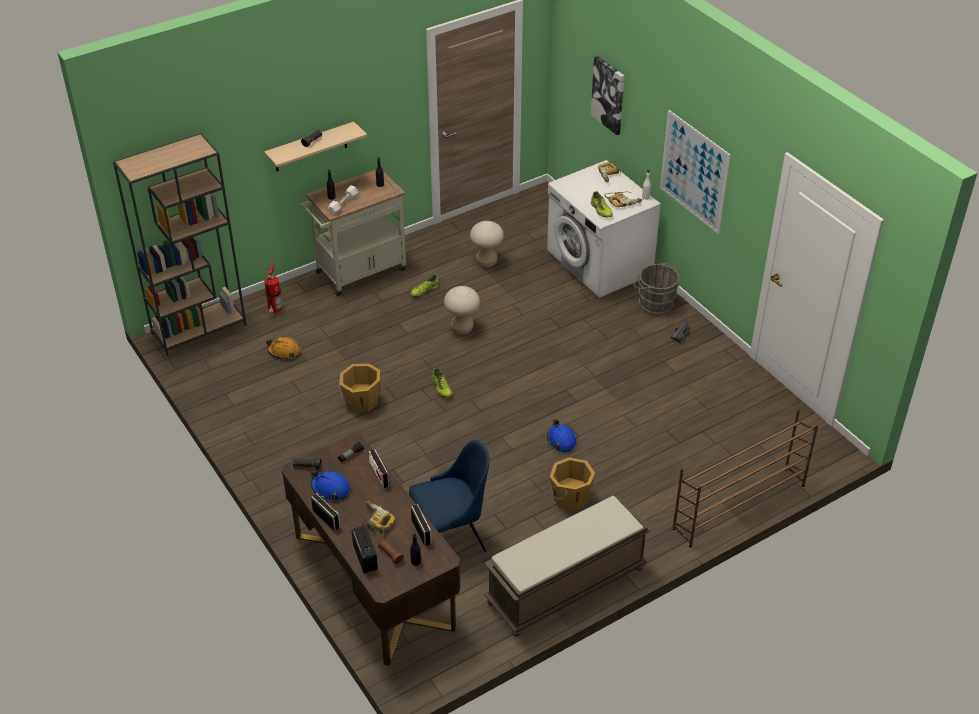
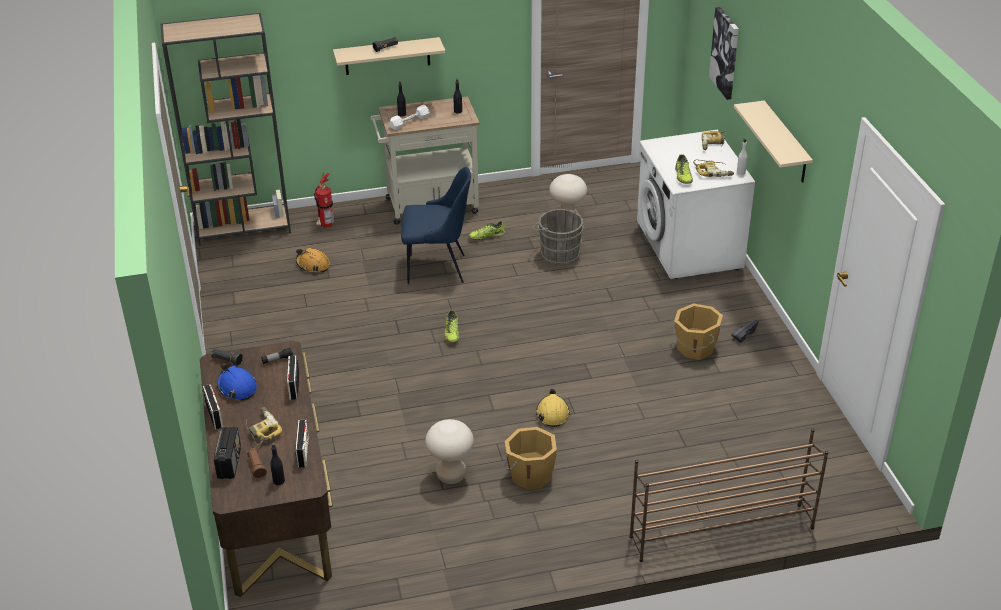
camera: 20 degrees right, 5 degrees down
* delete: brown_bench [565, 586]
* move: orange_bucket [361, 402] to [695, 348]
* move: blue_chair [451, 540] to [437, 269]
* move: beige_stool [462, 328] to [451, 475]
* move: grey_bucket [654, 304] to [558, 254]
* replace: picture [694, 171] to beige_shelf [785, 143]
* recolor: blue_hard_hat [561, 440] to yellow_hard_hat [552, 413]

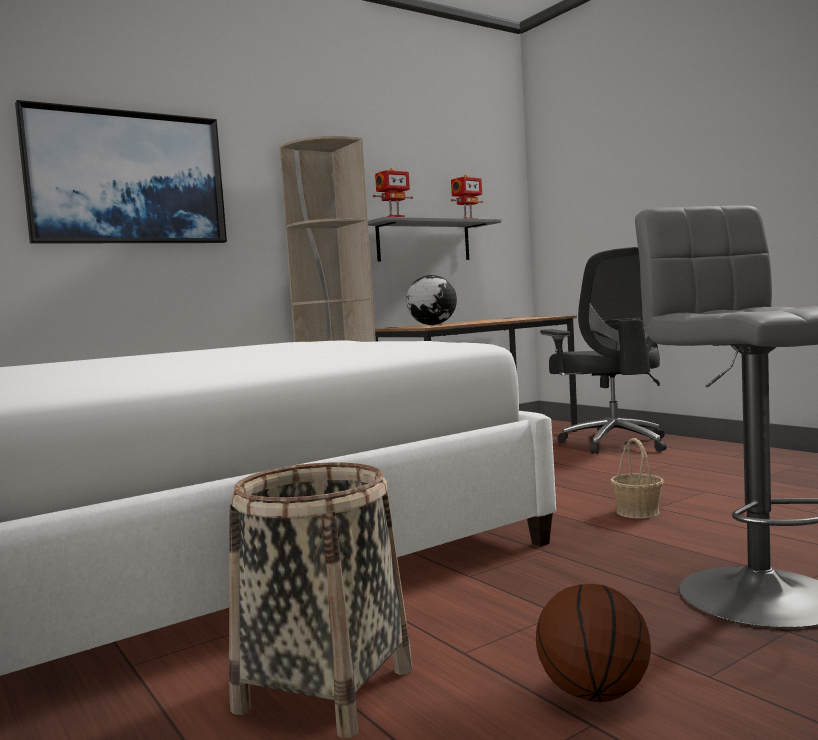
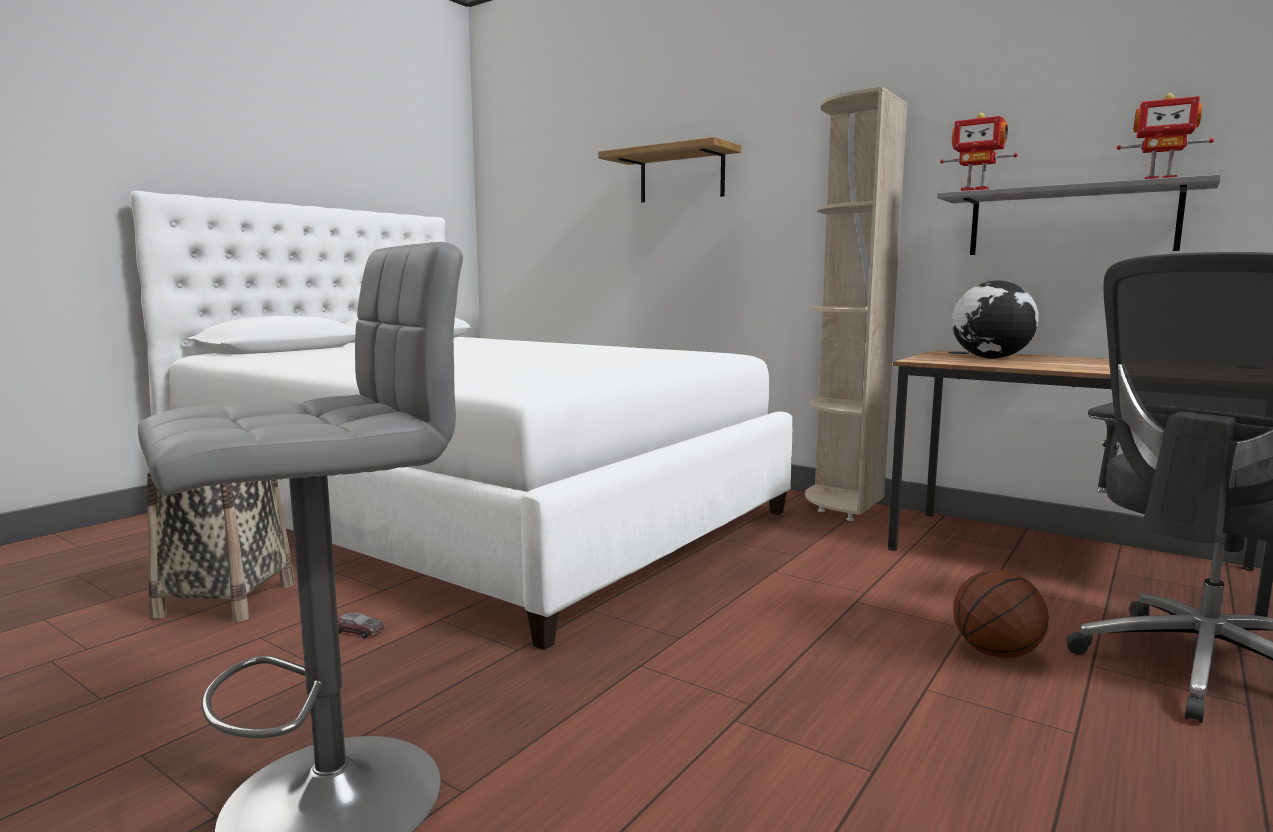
camera: 70 degrees right, 5 degrees up
* delete: basket [637, 512]
* insert: toy_car [357, 630]
* move: basketball [594, 694] to [995, 653]
* replace: picture [127, 178] to shelf [682, 175]

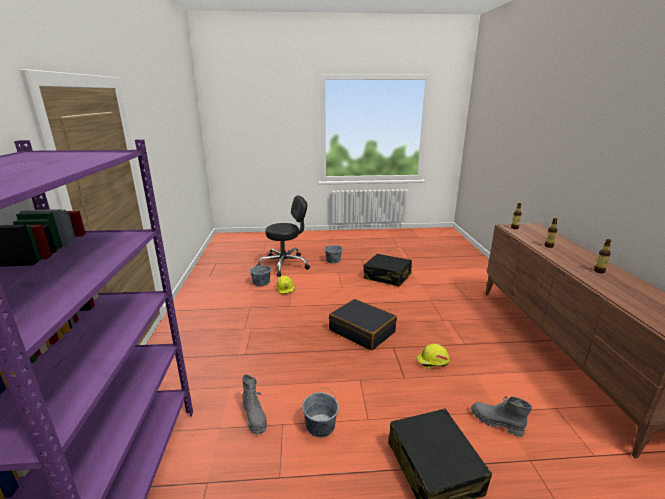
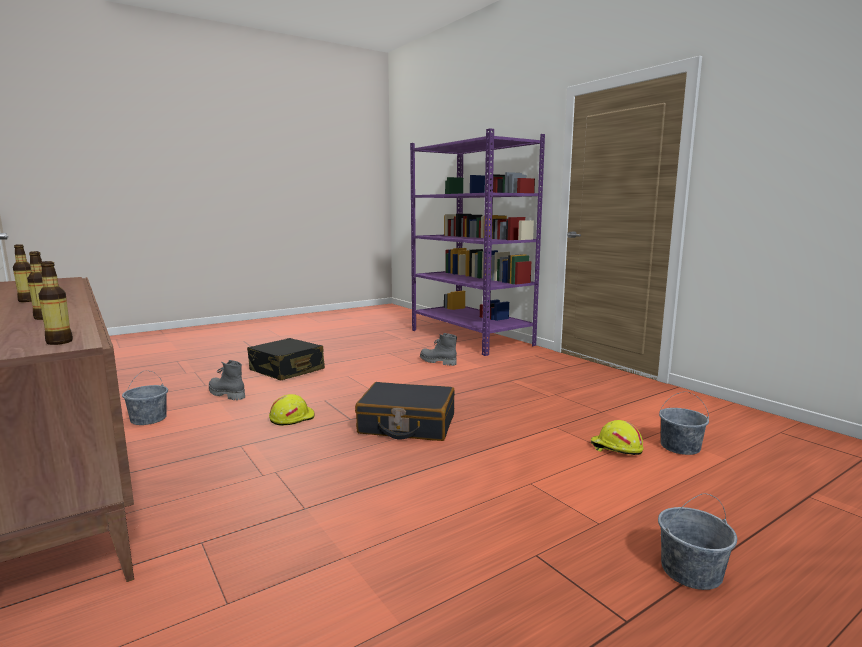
camera: 150 degrees right, 10 degrees down
* delete: black_office_chair [286, 264]
* delete: black_suitcase [387, 277]
* move: grey_bucket [320, 426] to [149, 419]
* rotate: grey_boot [496, 423] = [225, 394] 150 degrees counterclockwise

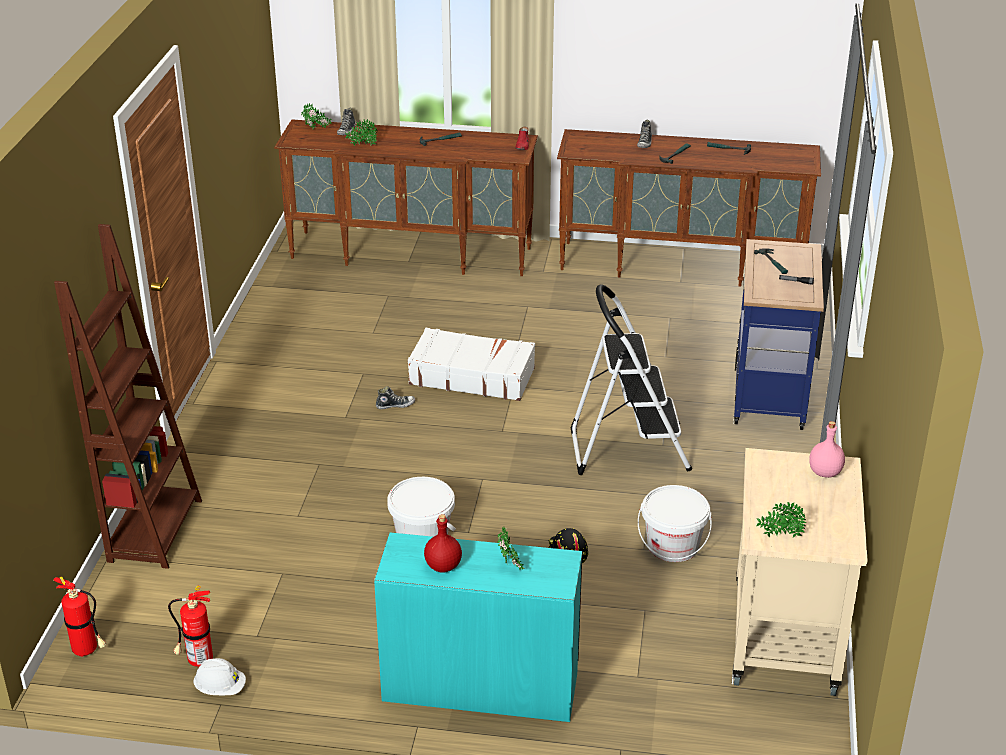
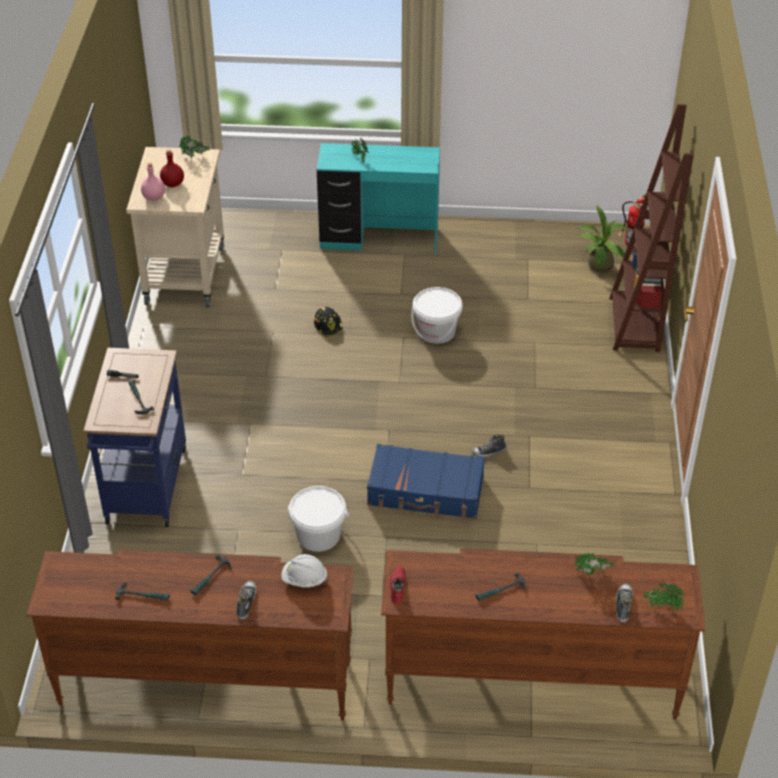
camera: 175 degrees right, 10 degrees up
* delete: fire_extinguisher [197, 661]
* delete: step_ladder [626, 449]
* insert: potted_plant [600, 268]
* move: white_hard_hat [220, 688] to [304, 579]
* move: red_bottle [444, 566] to [172, 184]
* move: white_bucket [673, 546] to [318, 535]
* recolor: white_suitcase [472, 376] to blue_suitcase [426, 491]

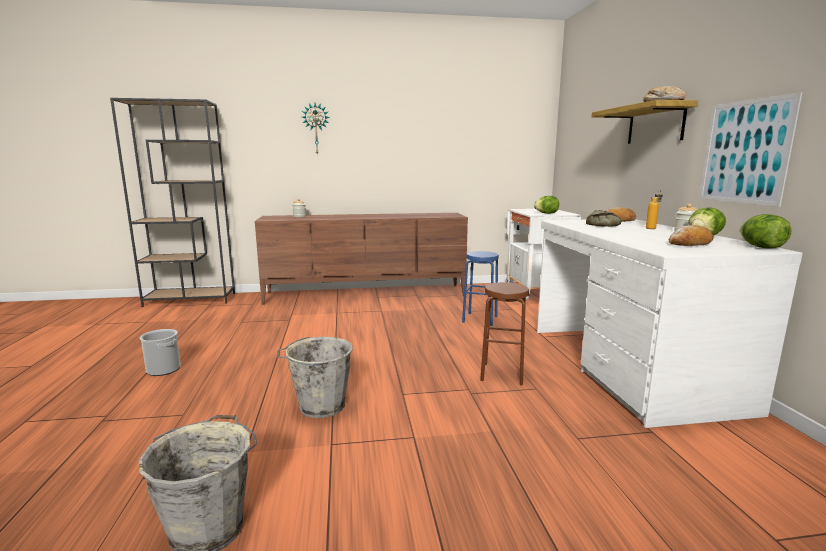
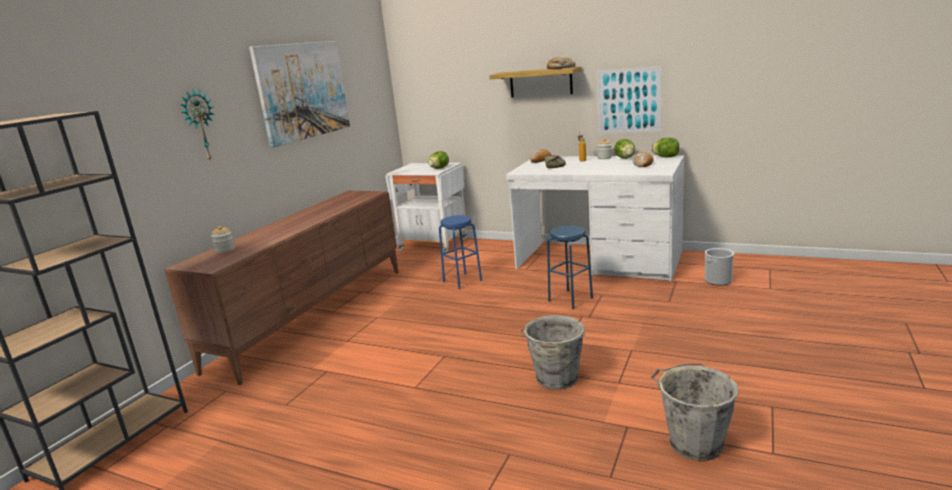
camera: 55 degrees left, 5 degrees up
* insert: picture [303, 91]
* move: bucket [163, 369] to [718, 281]
* recolor: brown_stool [502, 374] to blue_stool [570, 299]

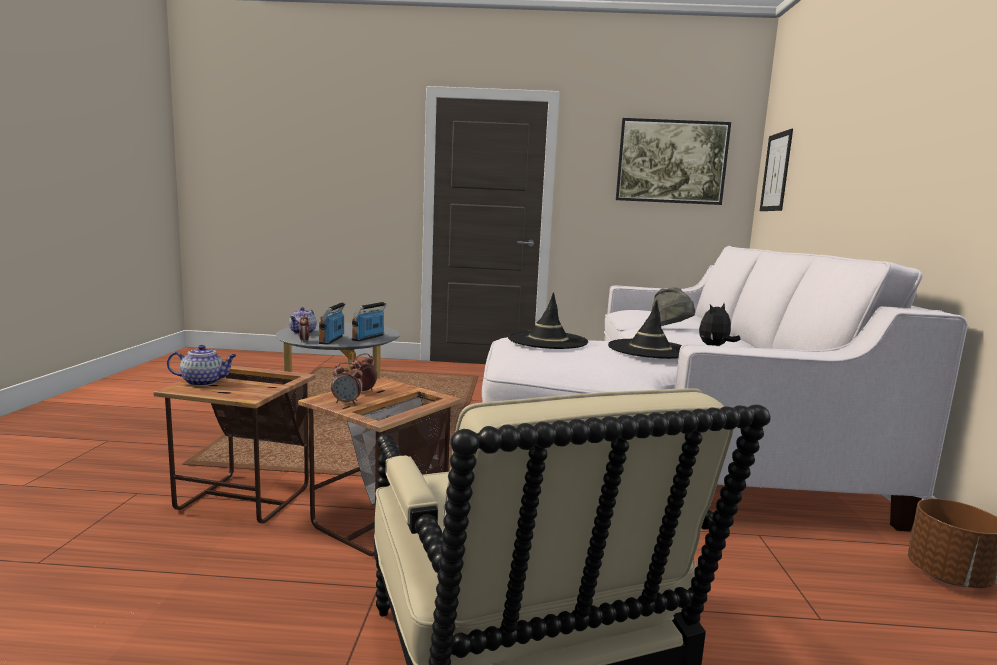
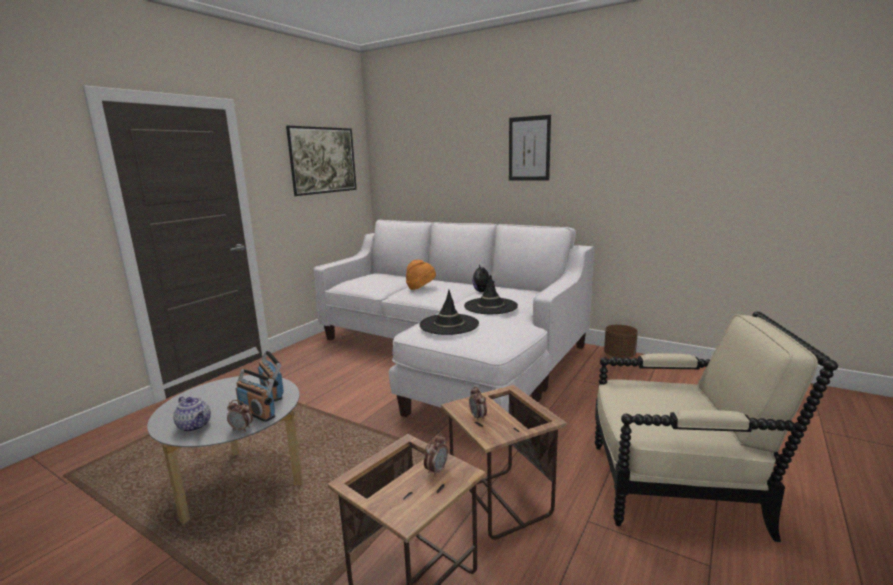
camera: 60 degrees left, 5 degrees up
* delete: teapot [204, 382]
* move: alarm_clock [347, 402] to [436, 470]
* move: picture [776, 172] to [529, 149]
* recolor: grey_hat [670, 329] to orange_hat [421, 288]

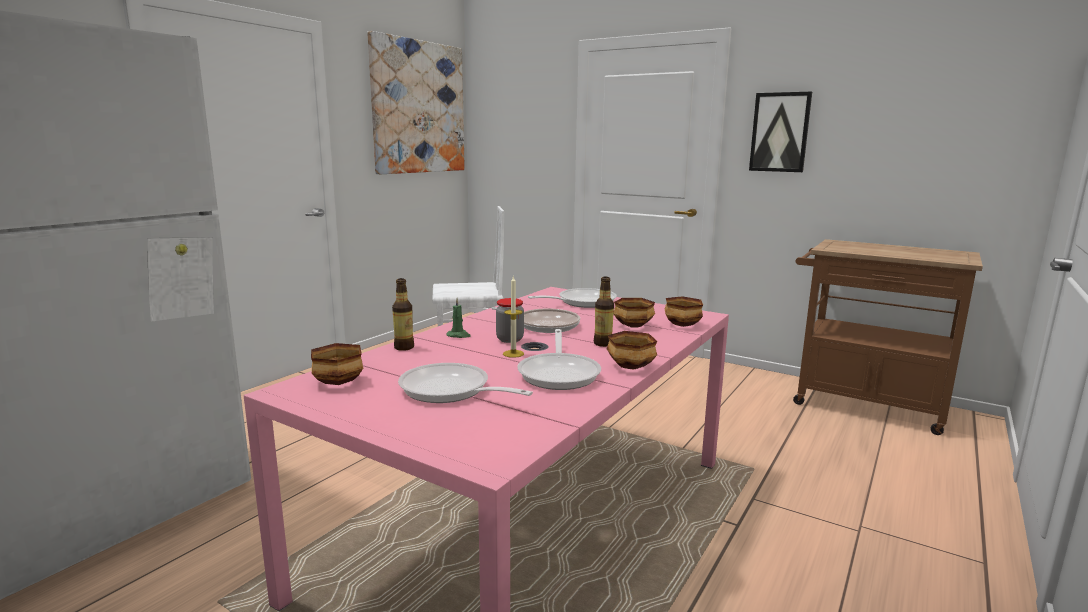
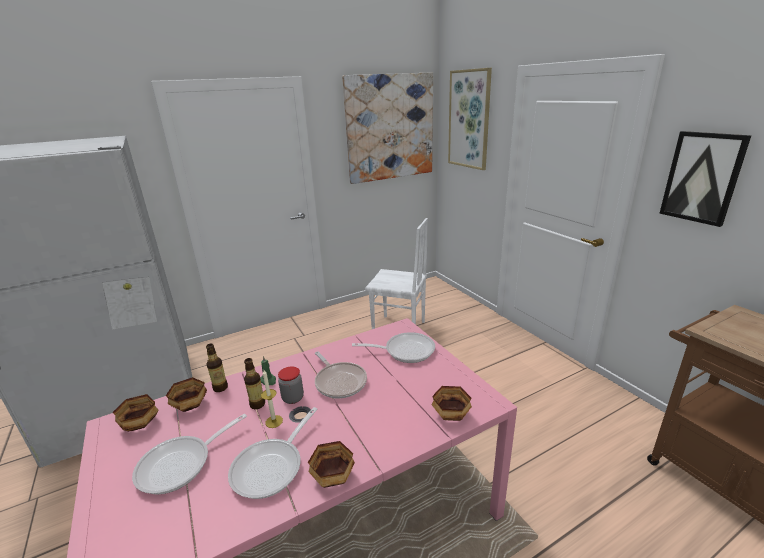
camera: 30 degrees right, 10 degrees up
* insert: picture [469, 119]
* move: bottle [603, 344] to [257, 404]
* move: bowl [634, 326] to [191, 406]
* rotate: frying_pan [450, 391] = [181, 464] 105 degrees counterclockwise

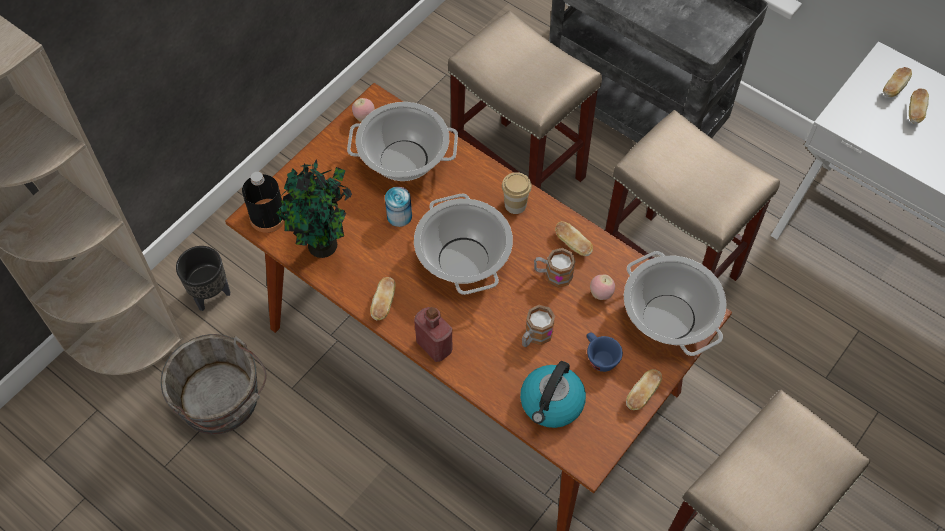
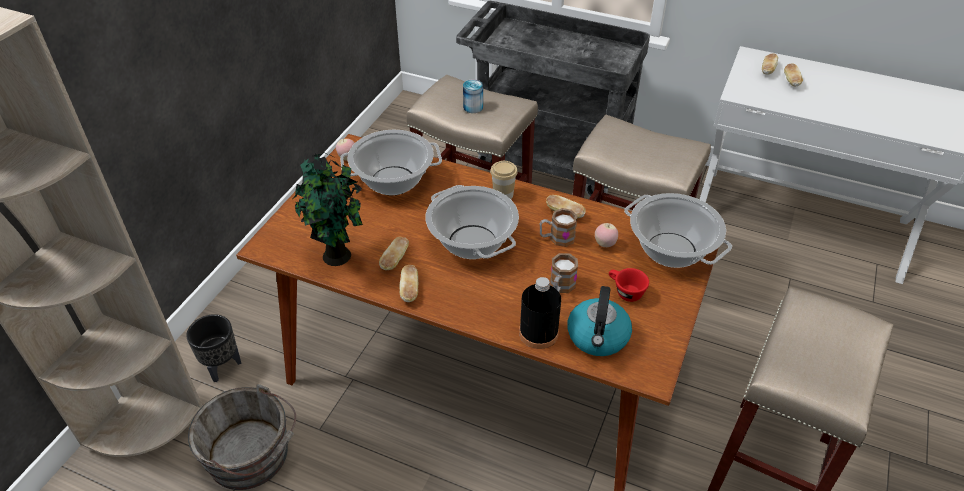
camera: 15 degrees left, 15 degrees down
* delete: red_bottle [434, 346]
* move: black_bottle [268, 217] to [538, 333]
* move: can [399, 216] to [473, 107]
* move: bread [642, 394] to [395, 260]
* recolor: blue_cup [599, 357] to red_cup [625, 292]

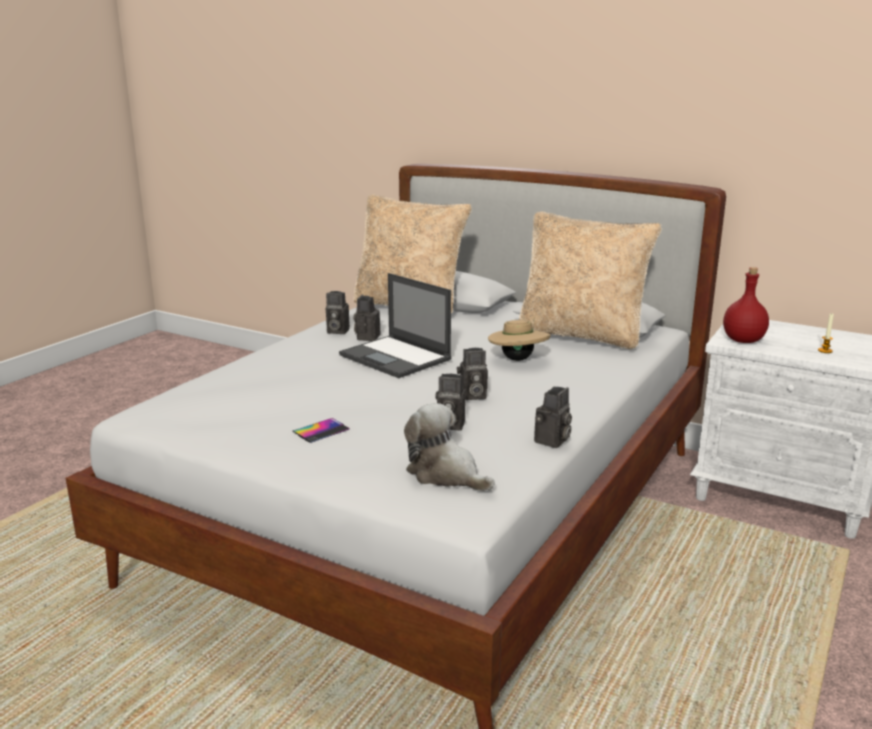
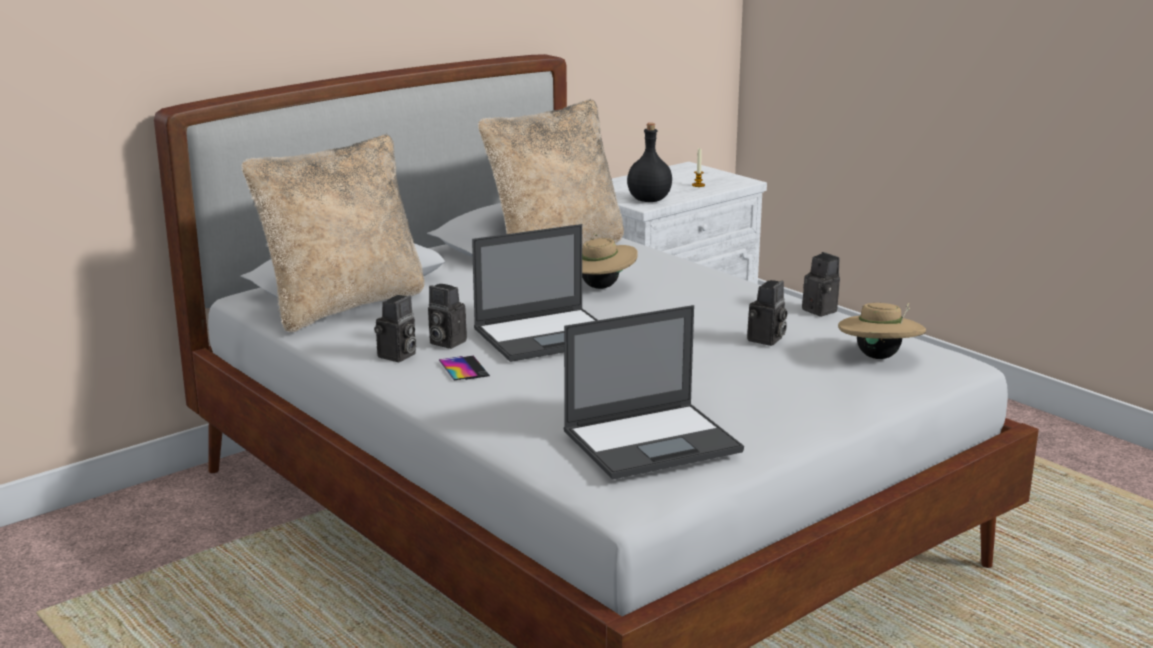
camera: 70 degrees left, 0 degrees up
* delete: photo_camera [472, 396]
* insert: laptop [653, 441]
* move: phone [321, 430] to [464, 368]
* replace: plush_toy [445, 474] to beige_hat [879, 357]
* recolor: red_bottle [744, 340] to black_bottle [649, 200]

